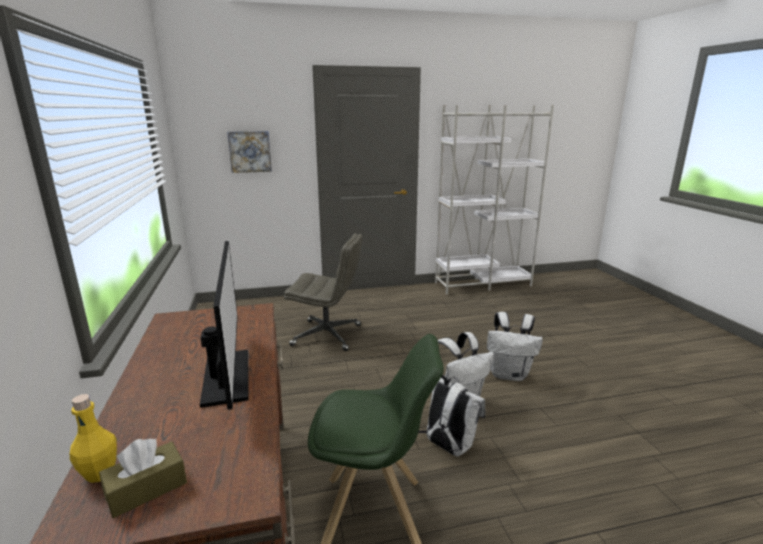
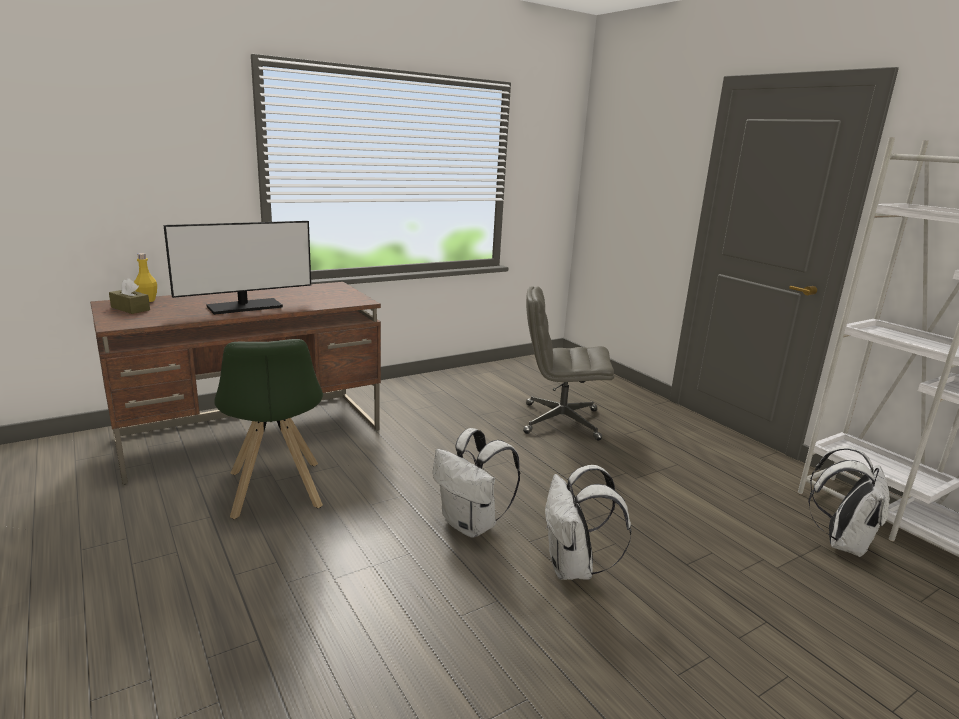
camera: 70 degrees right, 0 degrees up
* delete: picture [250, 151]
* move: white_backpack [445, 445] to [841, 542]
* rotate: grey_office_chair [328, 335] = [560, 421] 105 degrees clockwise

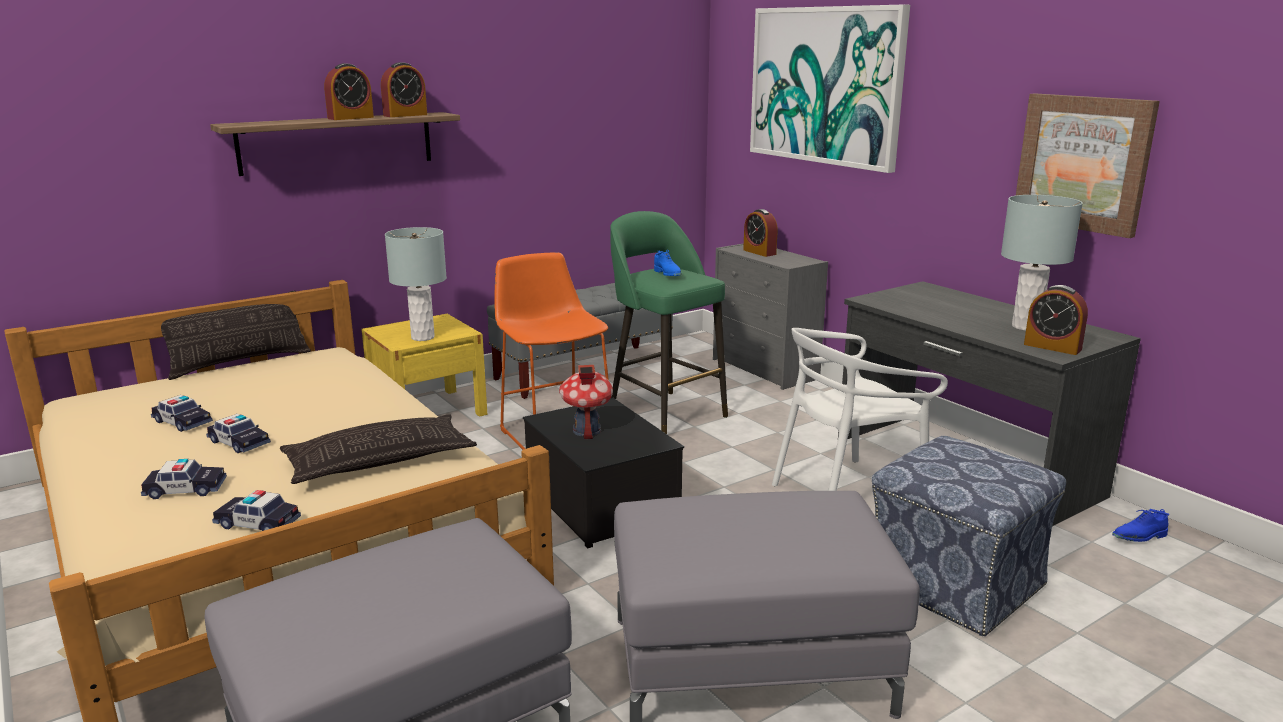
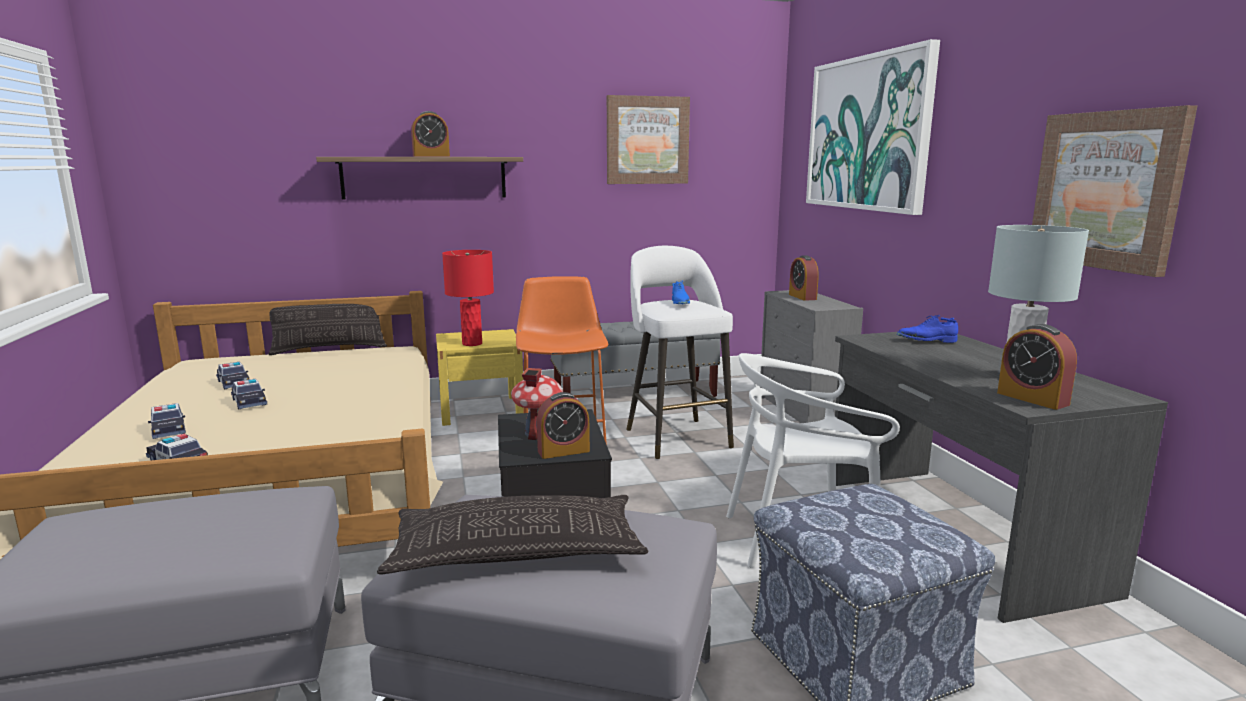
camera: 20 degrees right, 5 degrees down
* insert: picture [647, 140]
* move: pillow [379, 460] to [517, 550]
* move: alarm_clock [405, 115] to [563, 451]
* move: blue_shoe [1139, 537] to [926, 341]
* recolor: grey_table_lamp [423, 337] to red_table_lamp [472, 343]
* recolor: green_stool [665, 413] to white_stool [676, 437]
* rotate: toy_car [185, 489] = [168, 430] 45 degrees clockwise

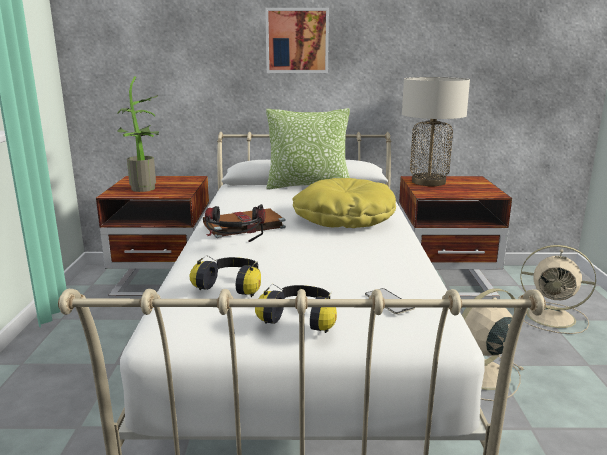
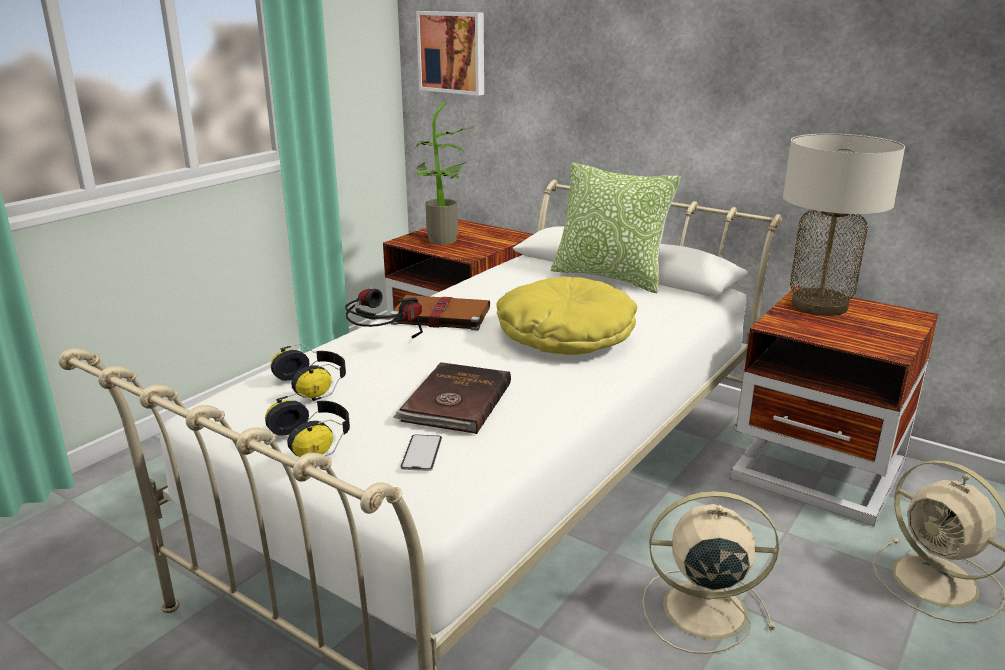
camera: 35 degrees right, 5 degrees up
* insert: brown_book [455, 402]
* move: picture [297, 40] to [453, 52]

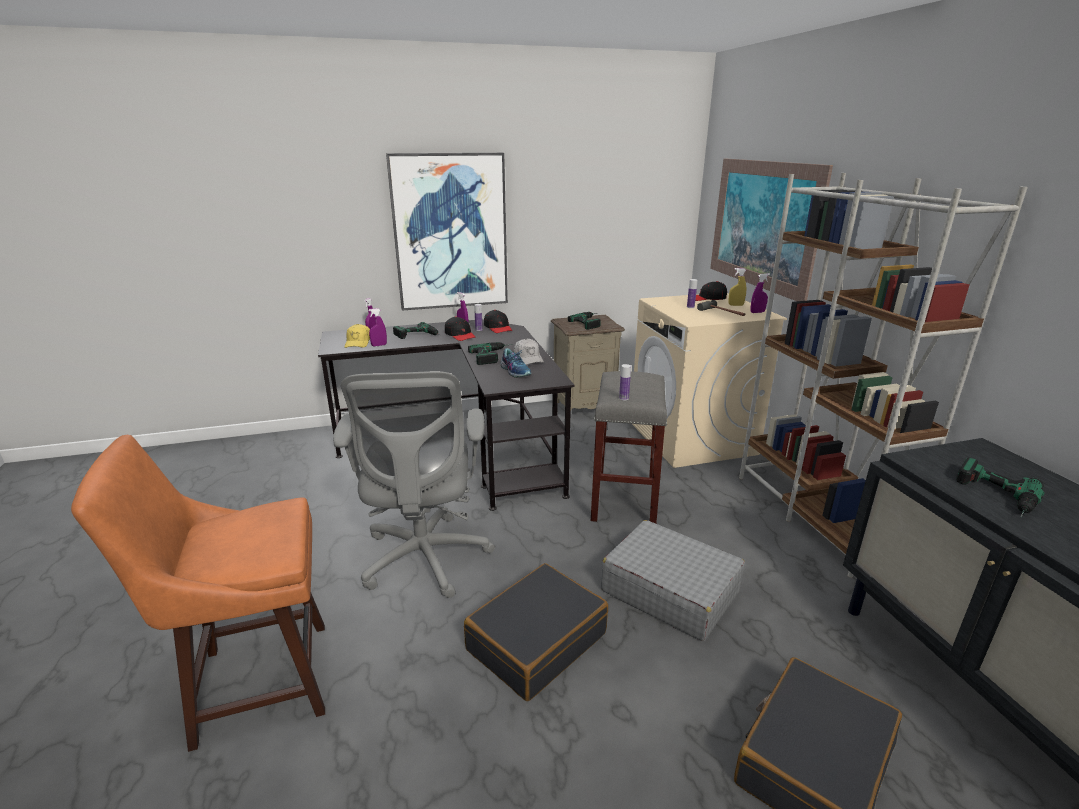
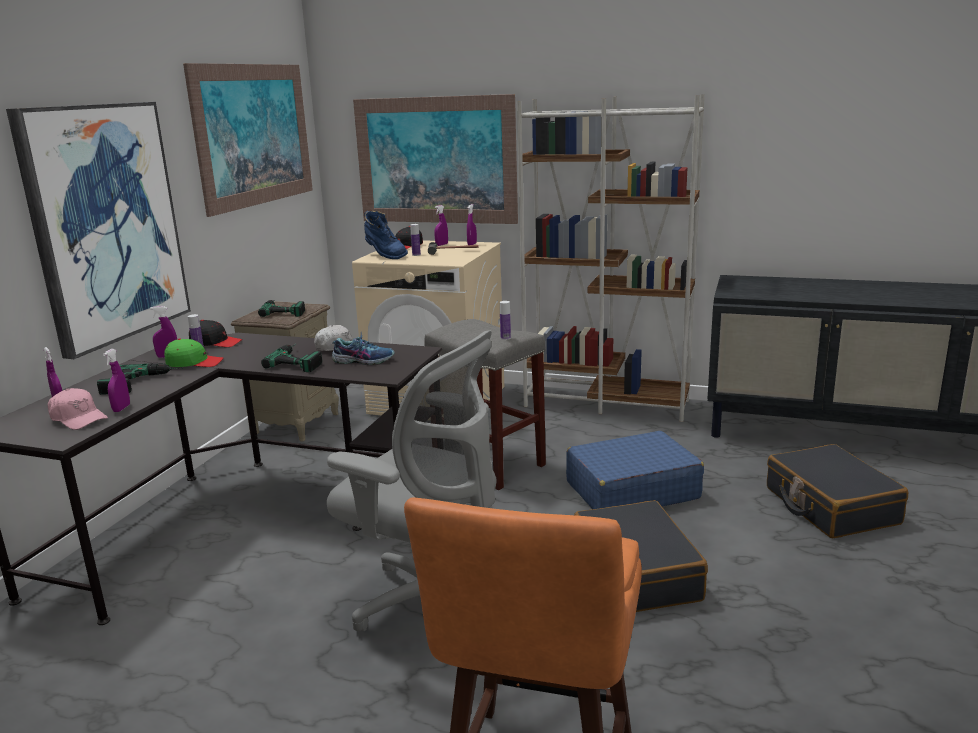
camera: 55 degrees left, 5 degrees down
* delete: power_drill [994, 496]
* insert: picture [254, 135]
* insert: blue_boot [385, 256]
* recolor: yellow_cap [358, 342] to pink_cap [78, 419]
* recolor: black_cap [460, 335] to green_cap [194, 363]
* recolor: grey_suitcase [669, 591] to blue_suitcase [631, 490]
* recolor: yellow_spray_bottle [735, 305] to purple_spray_bottle [441, 245]

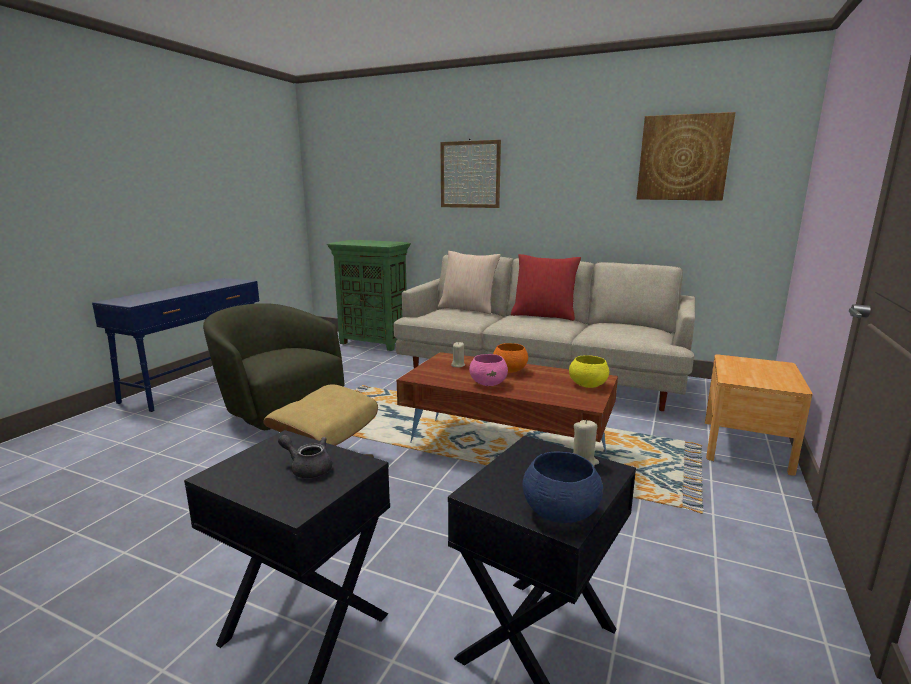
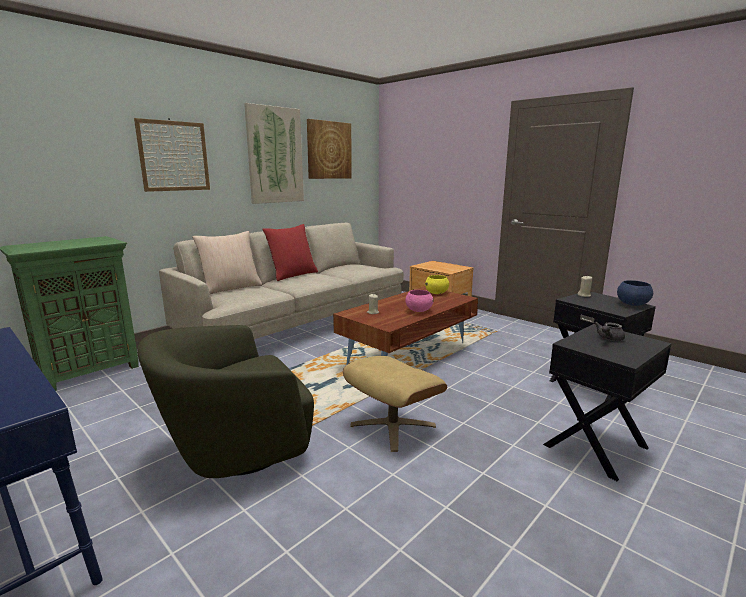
camera: 70 degrees left, 0 degrees up
* delete: orange_bowl [509, 370]
* insert: picture [275, 155]

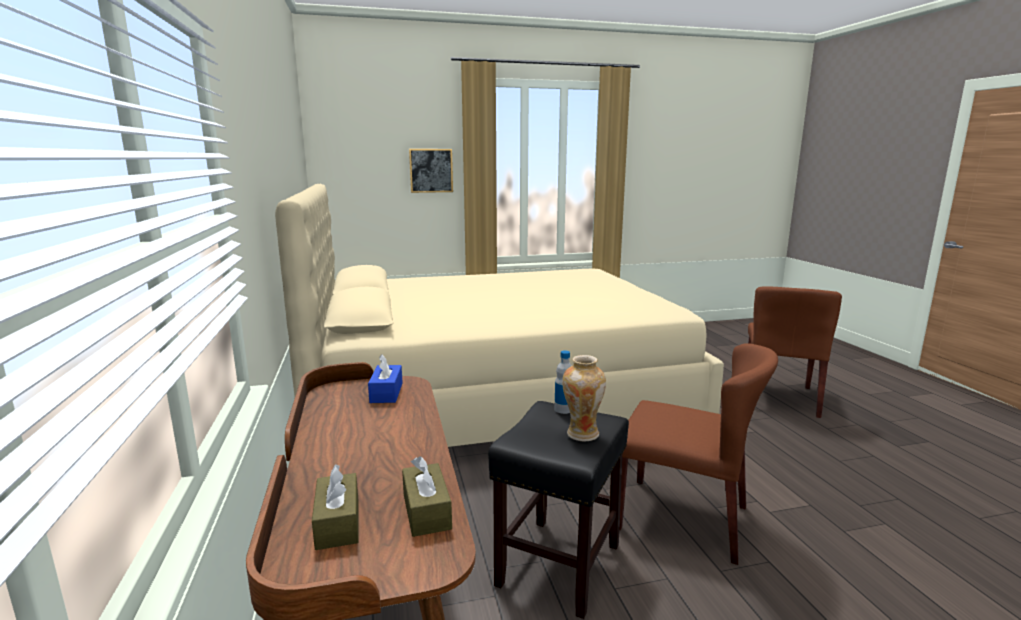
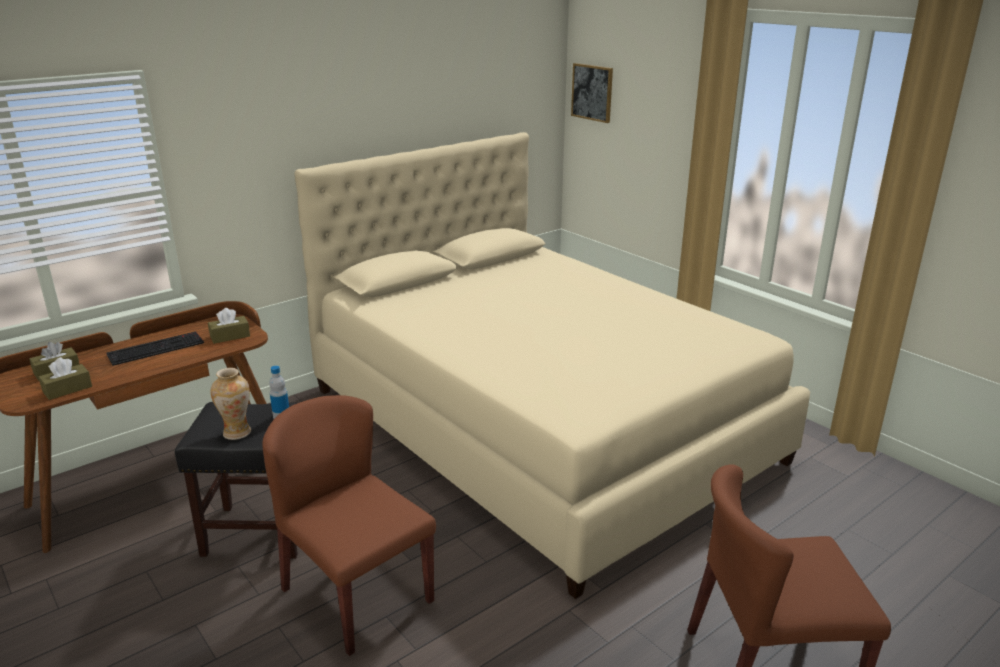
camera: 65 degrees right, 10 degrees up
* insert: keyboard [156, 348]
* move: picture [431, 170] to [592, 92]
* recolor: blue_tissue_box [386, 393] to brown_tissue_box [230, 336]
* rotate: brown_chair [683, 517] = [356, 594] 135 degrees clockwise

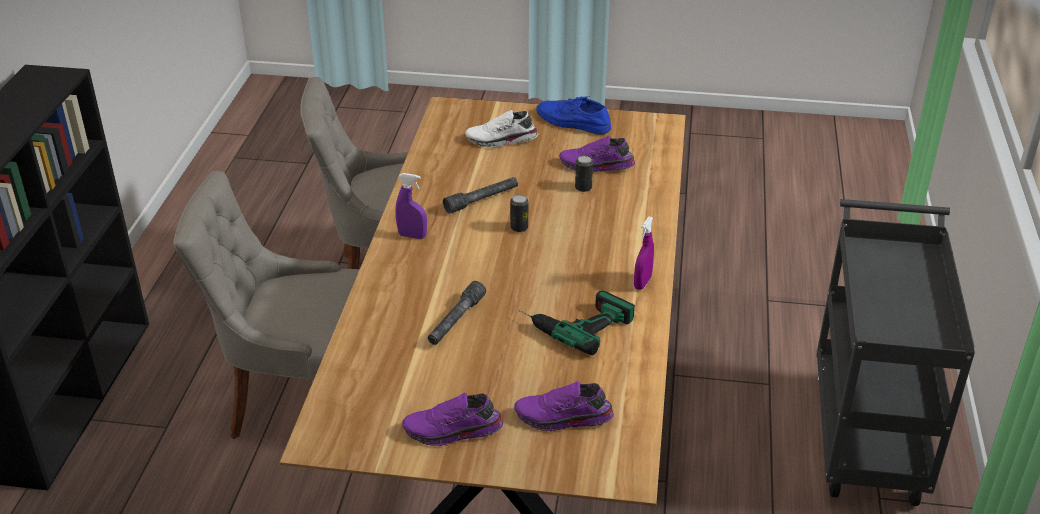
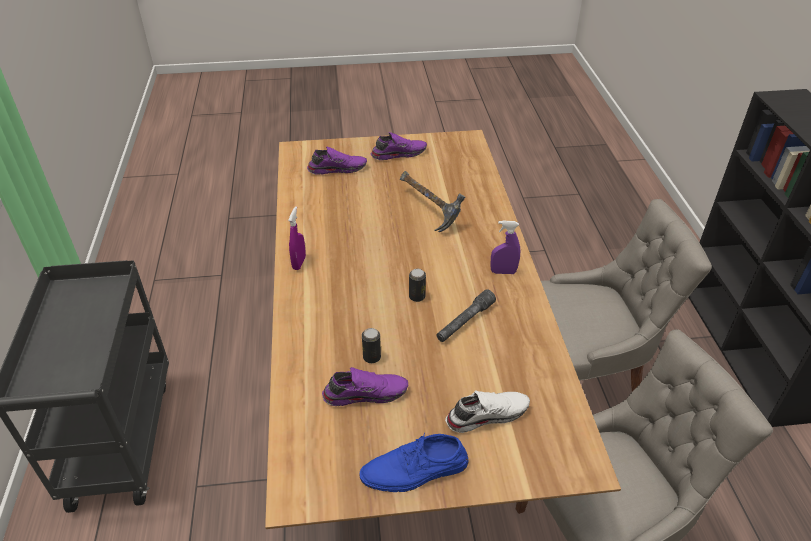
camera: 165 degrees right, 5 degrees up
* delete: power_drill [574, 321]
* replace: grey_flashlight [456, 321] to hammer [429, 211]
* rotate: blue_shoe [572, 122] = [414, 471] 150 degrees clockwise

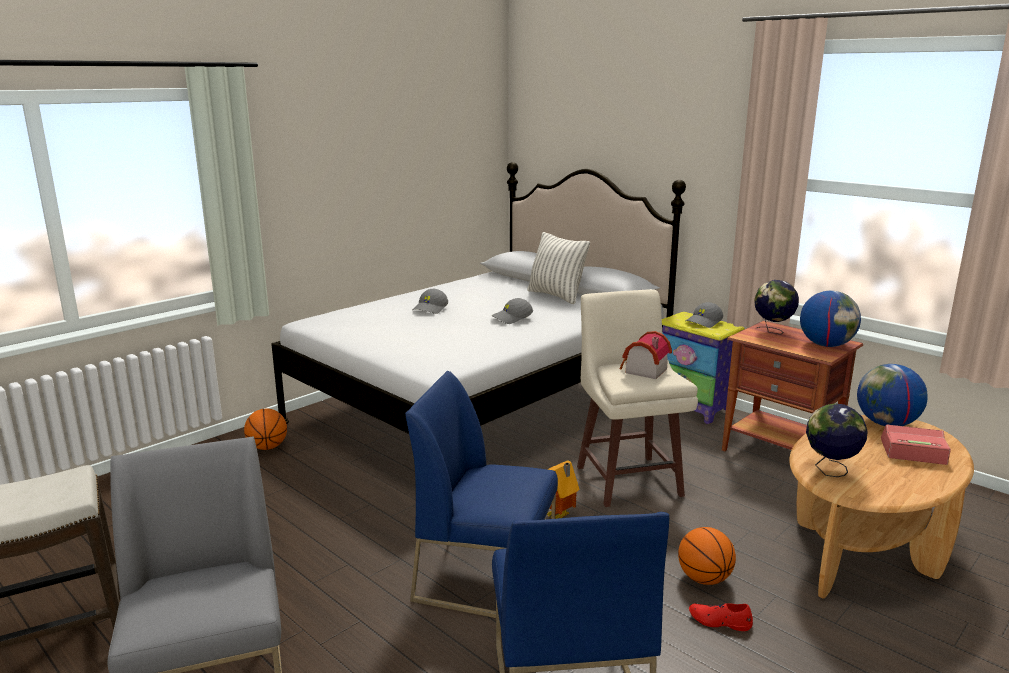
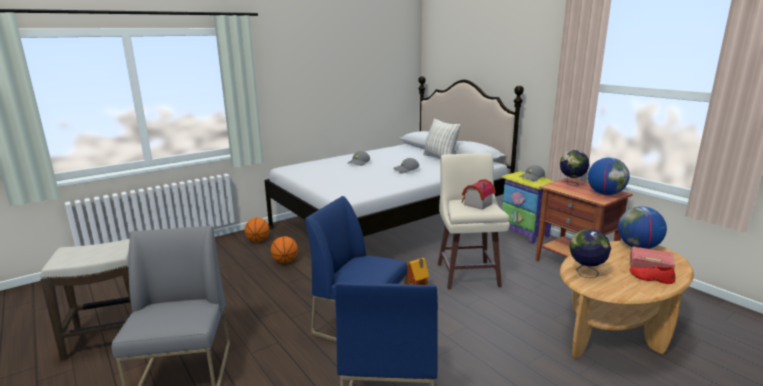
camera: 10 degrees right, 0 degrees up
* move: basketball [704, 579] to [285, 261]
* move: red_shoe [719, 621] to [651, 278]

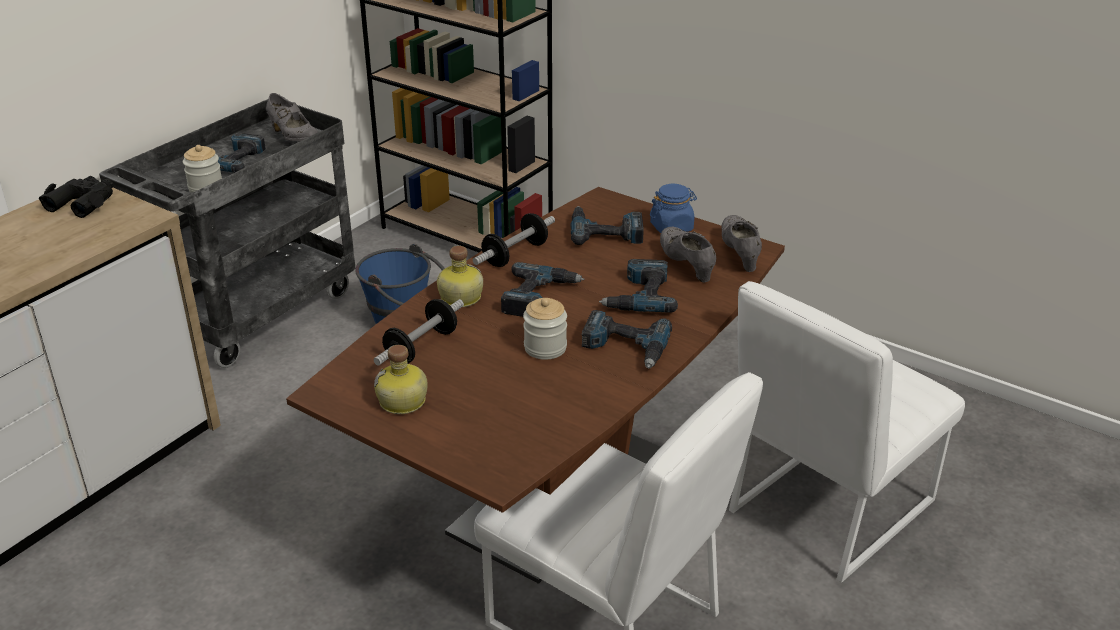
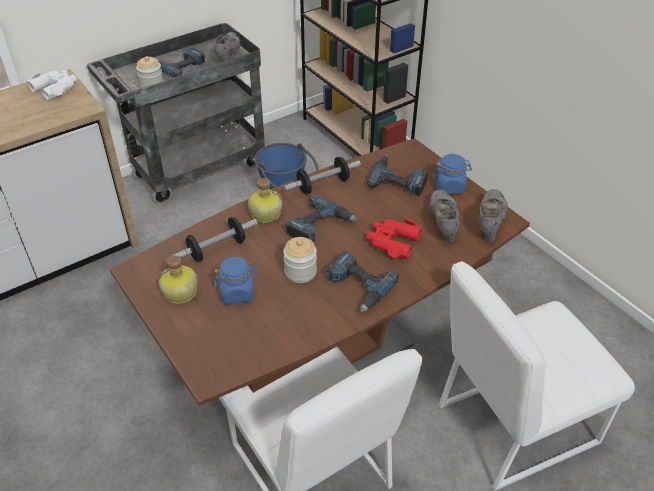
camera: 20 degrees right, 10 degrees up
* insert: blue_jar [237, 293]
* replace: power_drill [638, 295] to red_binoculars [392, 242]
* recolor: black_binoculars [83, 202] to white_binoculars [55, 88]
* rotate: grey_shoe [293, 137] = [228, 55] 150 degrees counterclockwise

